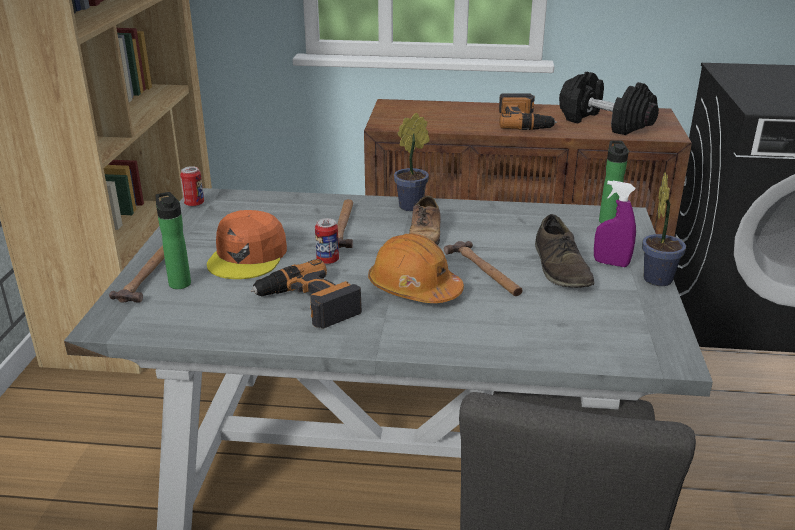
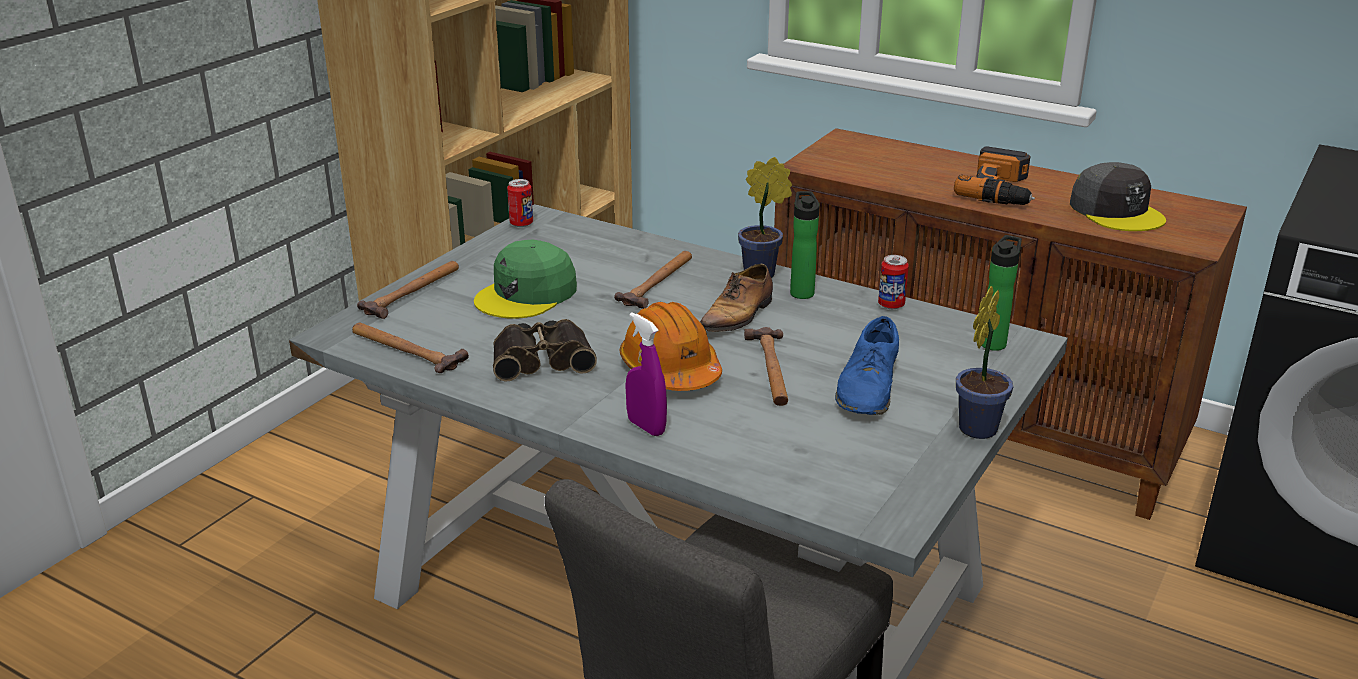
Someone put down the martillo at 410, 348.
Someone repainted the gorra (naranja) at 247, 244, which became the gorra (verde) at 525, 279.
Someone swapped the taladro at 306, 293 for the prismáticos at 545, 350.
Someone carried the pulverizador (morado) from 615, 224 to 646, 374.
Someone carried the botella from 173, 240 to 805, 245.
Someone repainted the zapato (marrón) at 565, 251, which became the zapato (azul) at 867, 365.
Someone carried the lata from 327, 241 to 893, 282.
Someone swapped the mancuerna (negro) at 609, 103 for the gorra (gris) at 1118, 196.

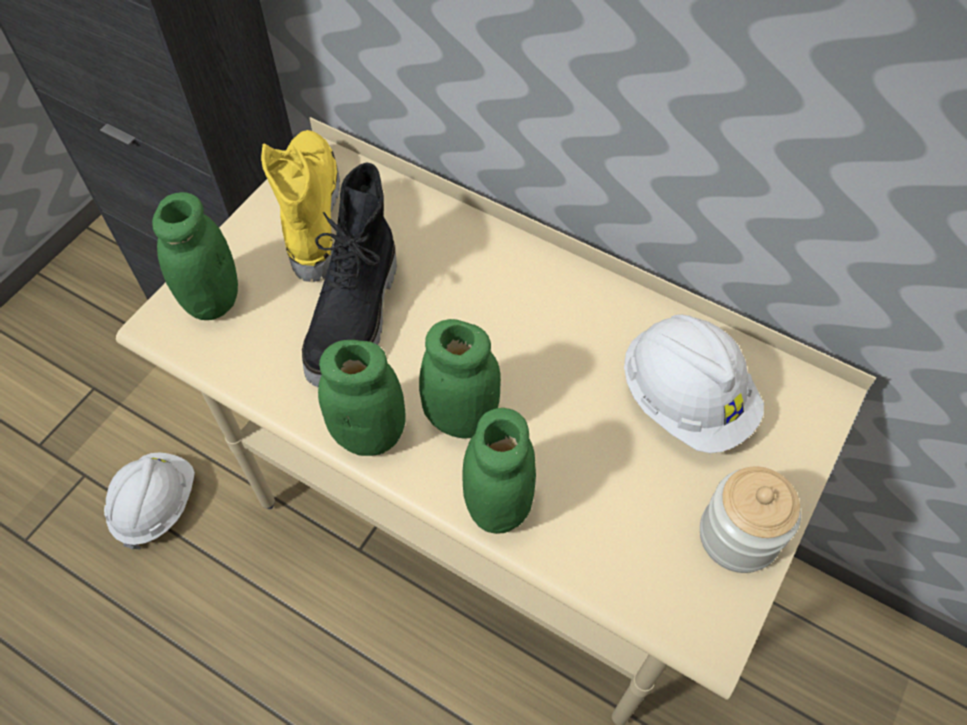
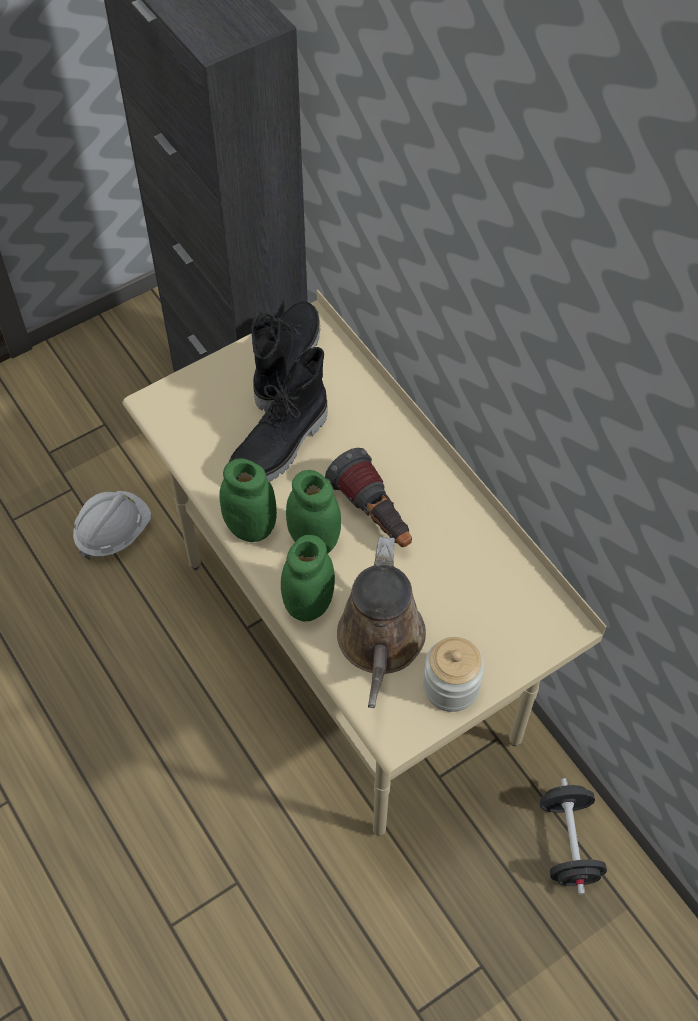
Someone repainted the bota (amarillo) at 300, 206, which became the bota (negro) at 285, 356.
Someone put down the linterna at 368, 497.
Someone put down the regadera (marrón) at 381, 622.
Someone put down the mancuerna (negro) at 573, 836.
Someone took away the tarro (verde) at 195, 256.
Someone took away the casco (blanco) at 694, 384.

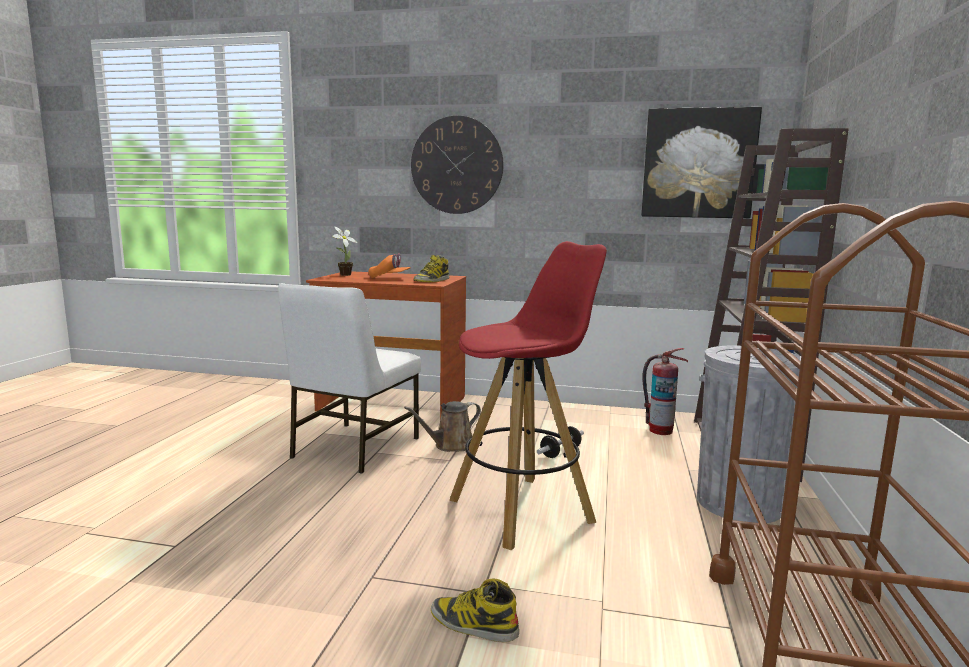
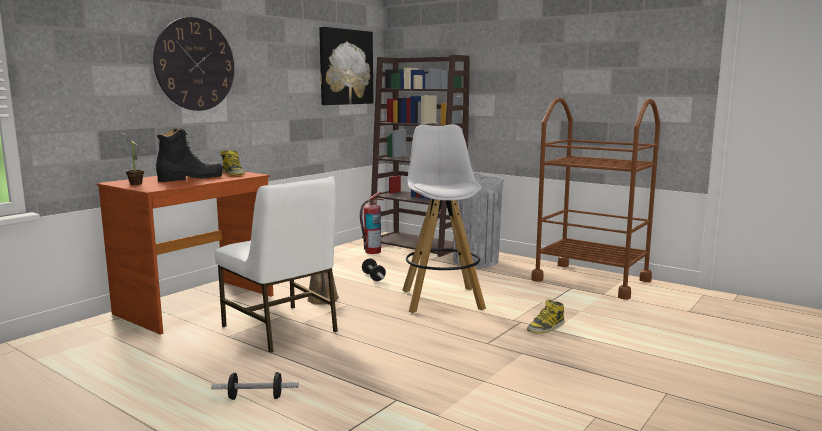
Someone swapped the gorra (naranja) at 389, 265 for the bota (negro) at 189, 155.
Someone put down the mancuerna at 255, 386.
Someone repainted the taburete (rojo) at 528, 395, which became the taburete (blanco) at 444, 218.

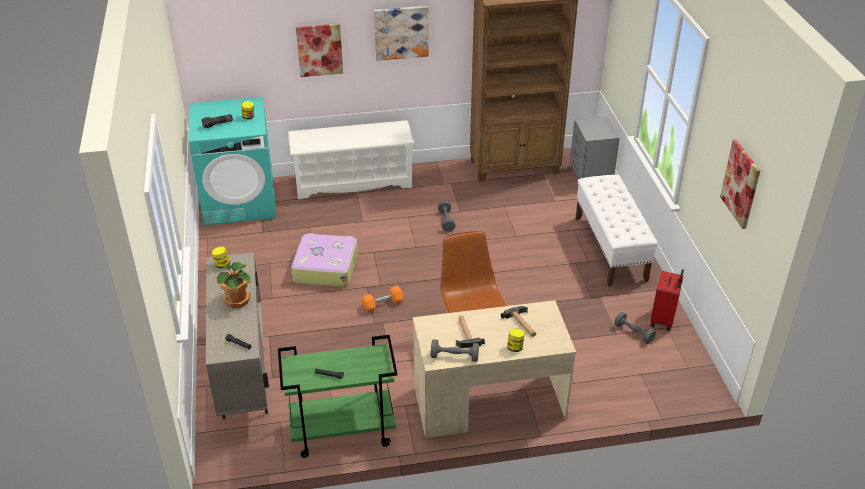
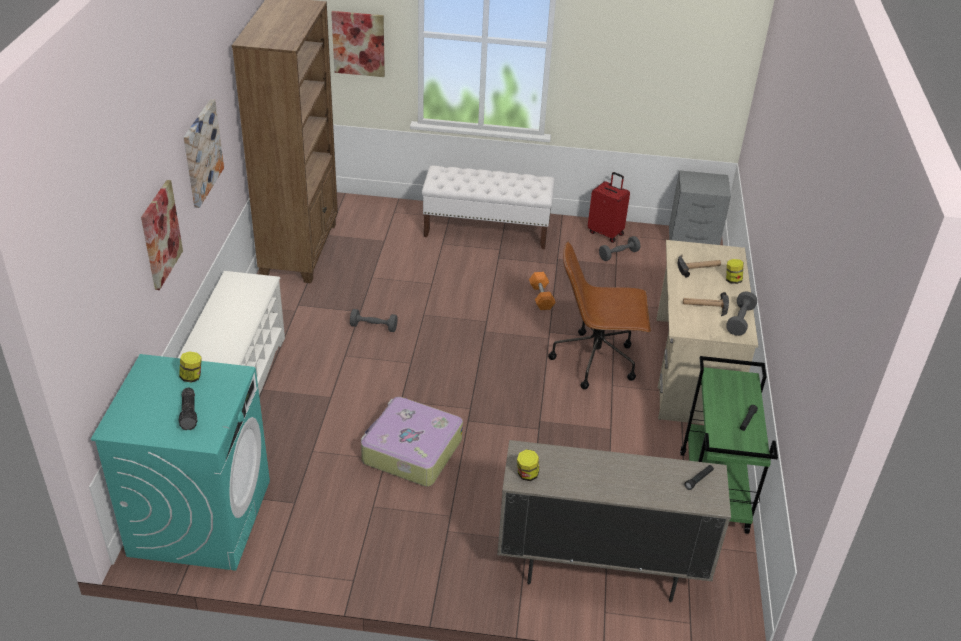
Someone carried the cuadro from 740, 184 to 358, 44.
Someone carried the mancuerna (naranja) from 382, 299 to 542, 291.
Someone carried the mesita de noche (gris) from 595, 148 to 700, 207.
Someone took away the planta en maceta at 234, 285.

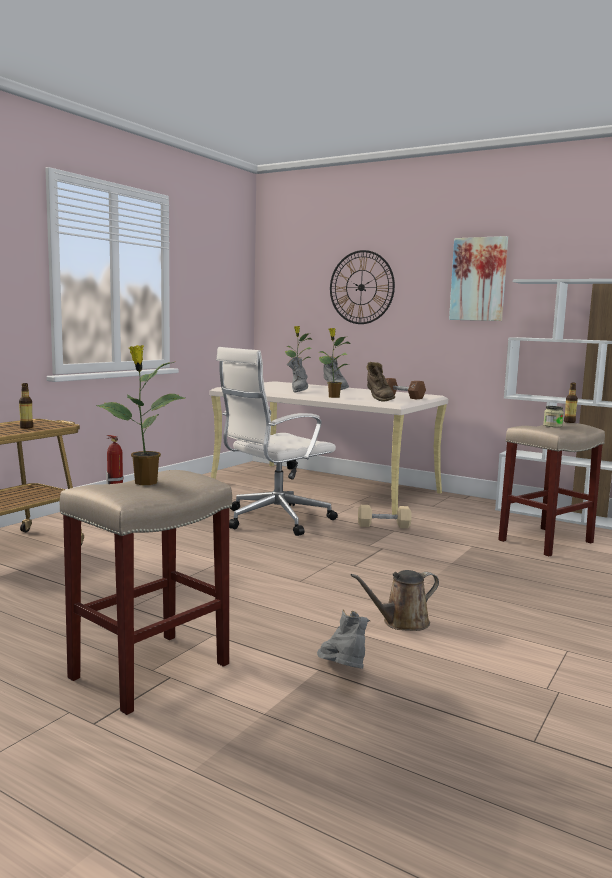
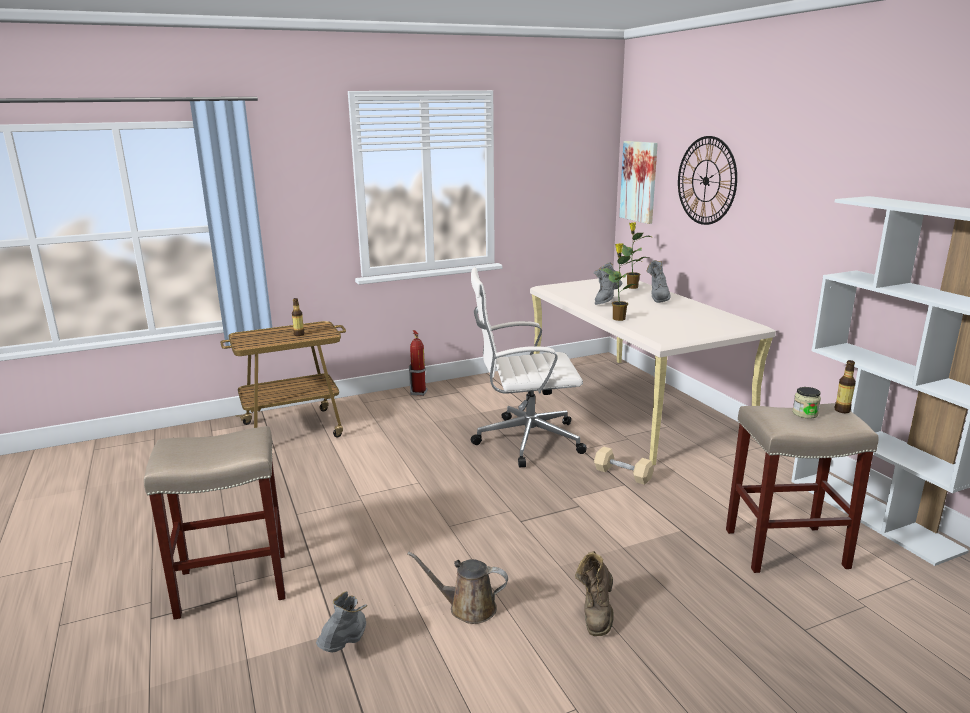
Someone carried the bota (marrón) from 380, 381 to 594, 593.
Someone carried the cuadro from 478, 278 to 638, 182.
Someone took away the planta en maceta at 140, 415.
Someone took away the mancuerna (marrón) at 405, 388.

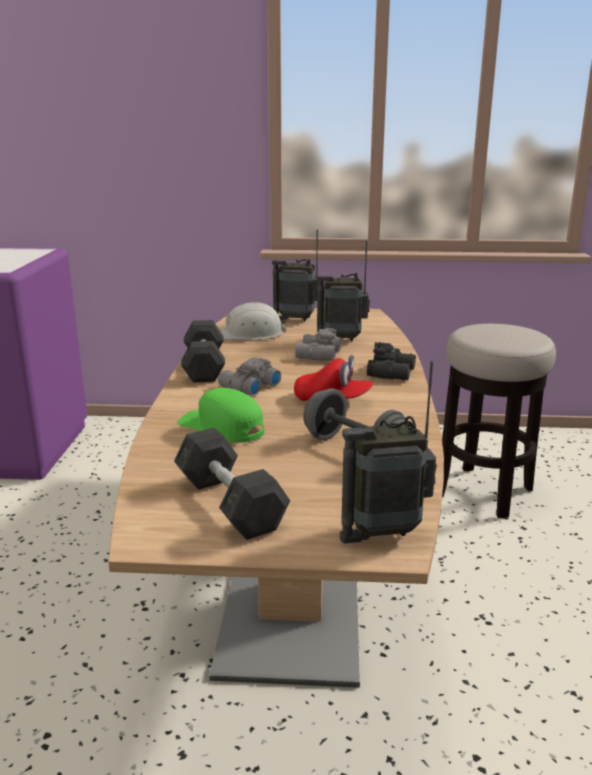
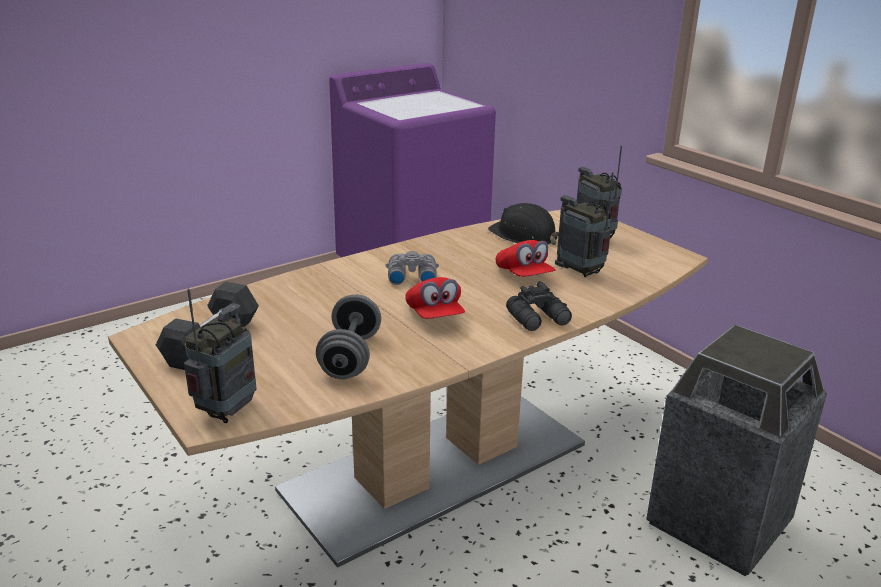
Someone rotated the radio at 388, 452 by 75 degrees clockwise.
Someone repainted the casco (blanco) at 253, 321, which became the casco (negro) at 523, 224.
Someone swapped the prismáticos (gris) at 318, 344 for the gorra (rojo) at 525, 258.
Someone swapped the taburete at 499, 421 for the papelera at 736, 450.
Someone took away the gorra (verde) at 220, 415.
Someone took away the mancuerna (gris) at 203, 351.

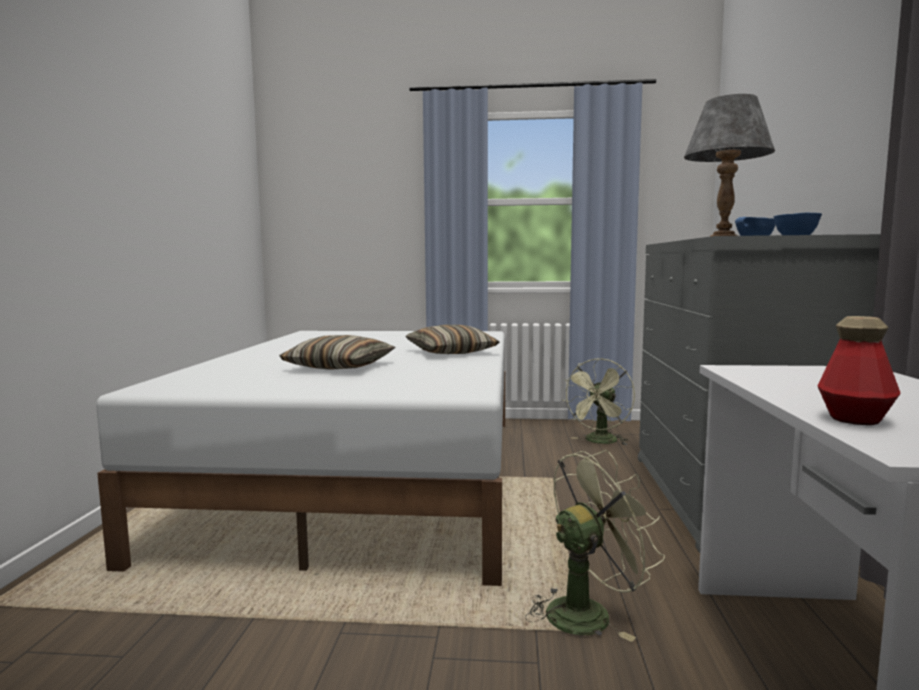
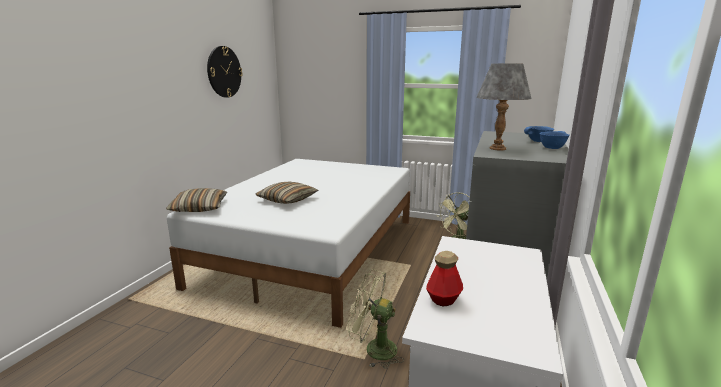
Someone carried the cojín from 452, 339 to 196, 200.
Someone put up the reloj de pared at 225, 72.
Someone rotated the ventilador (verde) at 595, 546 by 150 degrees counterclockwise.

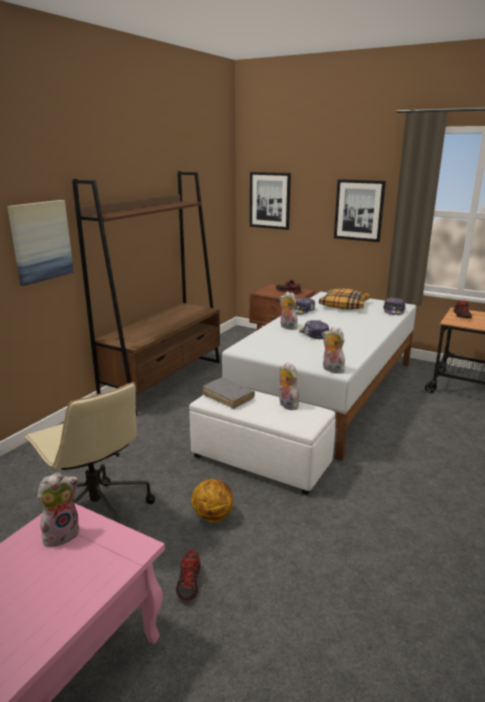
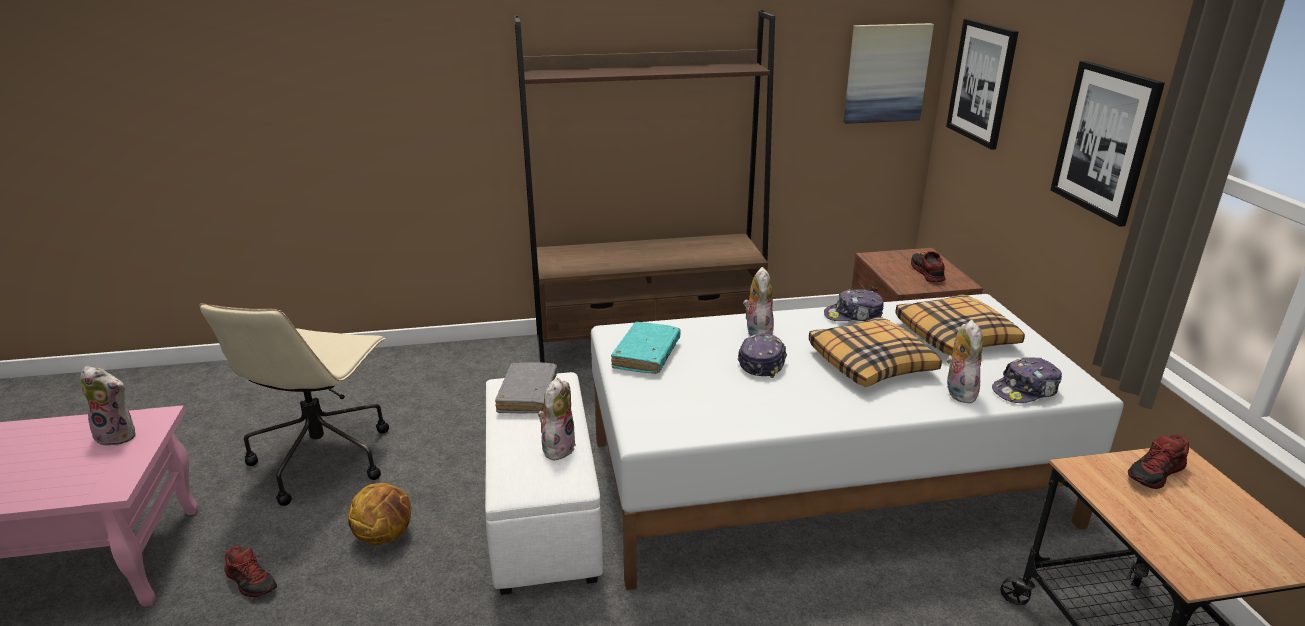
Someone rotated the zapato at 188, 575 by 105 degrees counterclockwise.
Someone put down the libro (turquesa) at 646, 348.
Someone put down the cojín at 875, 352.
Someone carried the cuadro from 40, 243 to 889, 73.
Someone carried the peluche from 333, 350 to 964, 362.

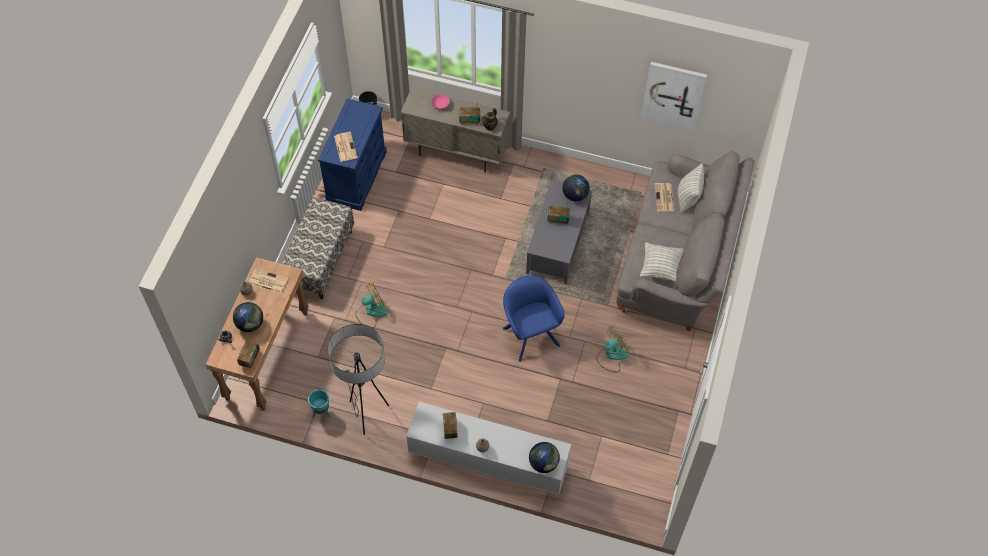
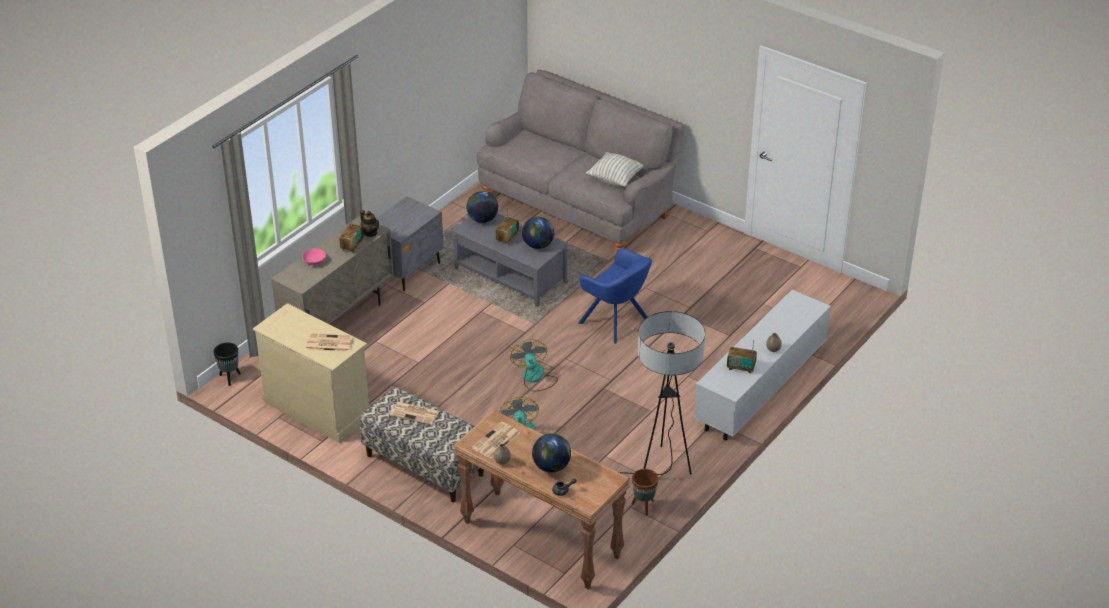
Someone repainted the cómoda (azul) at 352, 154, which became the cómoda (beis) at 311, 373.
Someone put down the mesita de noche (gris) at 410, 243.
Someone carried the periódico from 664, 197 to 415, 413.
Someone carried the ventilador from 612, 349 to 534, 365.
Someone carried the globo terráqueo from 544, 457 to 538, 233.
Someone rotated the sillón (azul) at 534, 318 by 135 degrees counterclockwise.
Someone repainted the maceta (turquesa) at 319, 404, which became the maceta (marrón) at 645, 492.
Someone took away the radio at 248, 352.
Someone took away the cuadro at 674, 96.
Someone took away the cojín at 691, 188.

